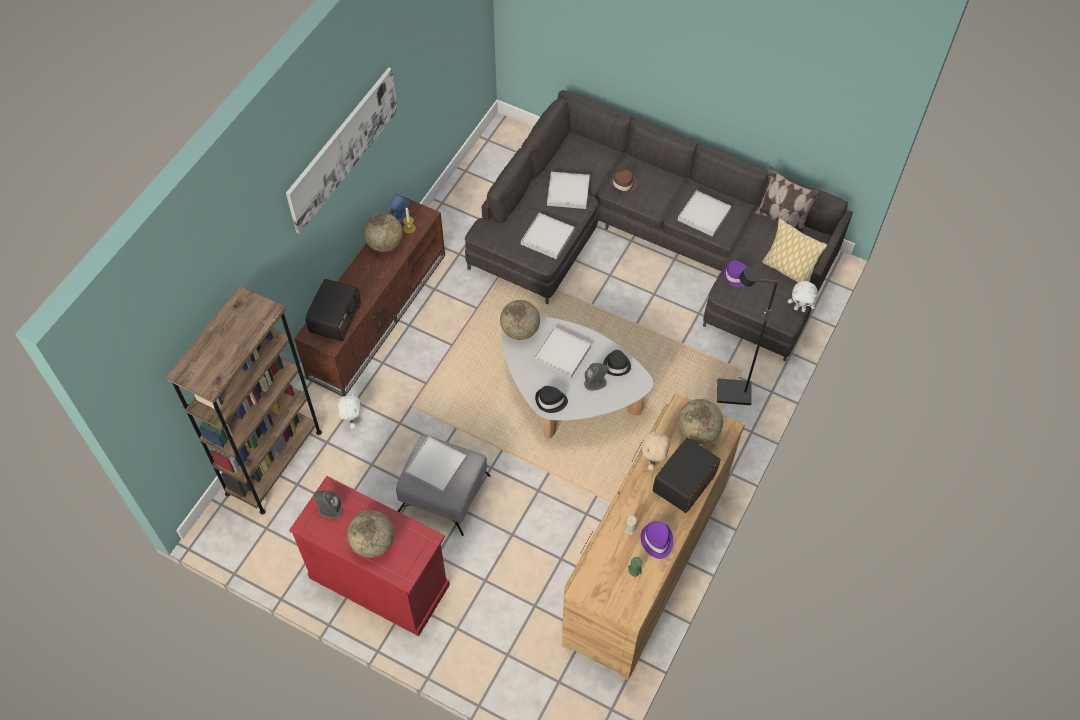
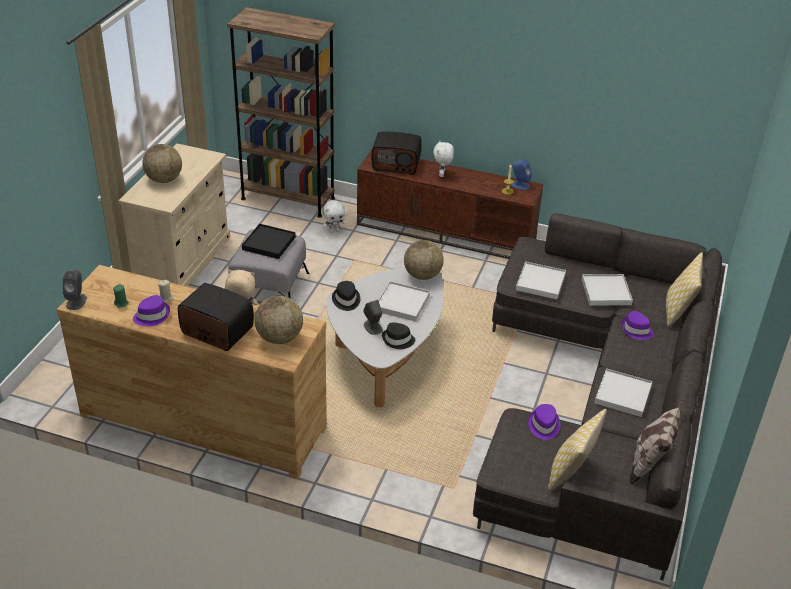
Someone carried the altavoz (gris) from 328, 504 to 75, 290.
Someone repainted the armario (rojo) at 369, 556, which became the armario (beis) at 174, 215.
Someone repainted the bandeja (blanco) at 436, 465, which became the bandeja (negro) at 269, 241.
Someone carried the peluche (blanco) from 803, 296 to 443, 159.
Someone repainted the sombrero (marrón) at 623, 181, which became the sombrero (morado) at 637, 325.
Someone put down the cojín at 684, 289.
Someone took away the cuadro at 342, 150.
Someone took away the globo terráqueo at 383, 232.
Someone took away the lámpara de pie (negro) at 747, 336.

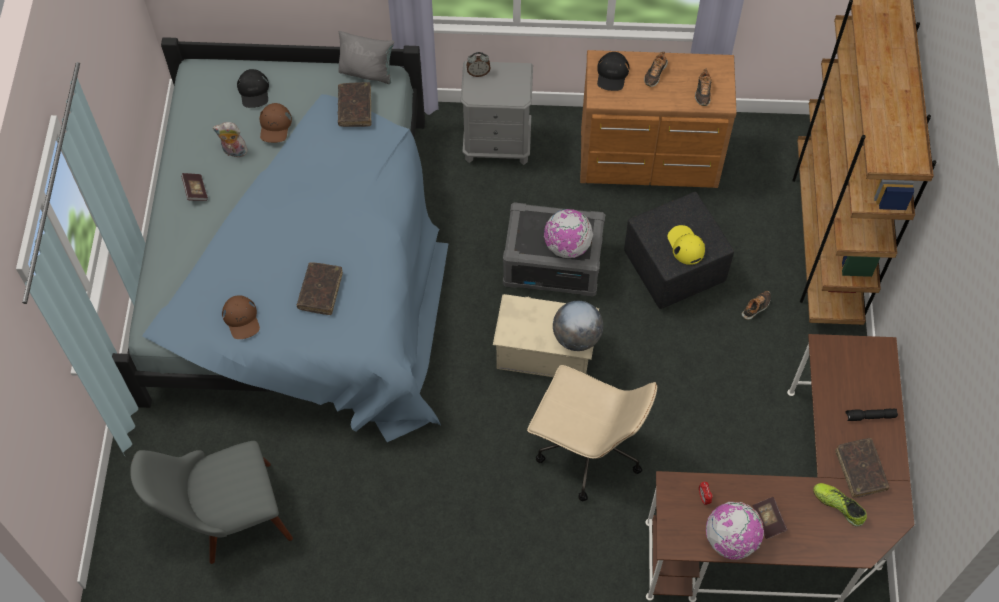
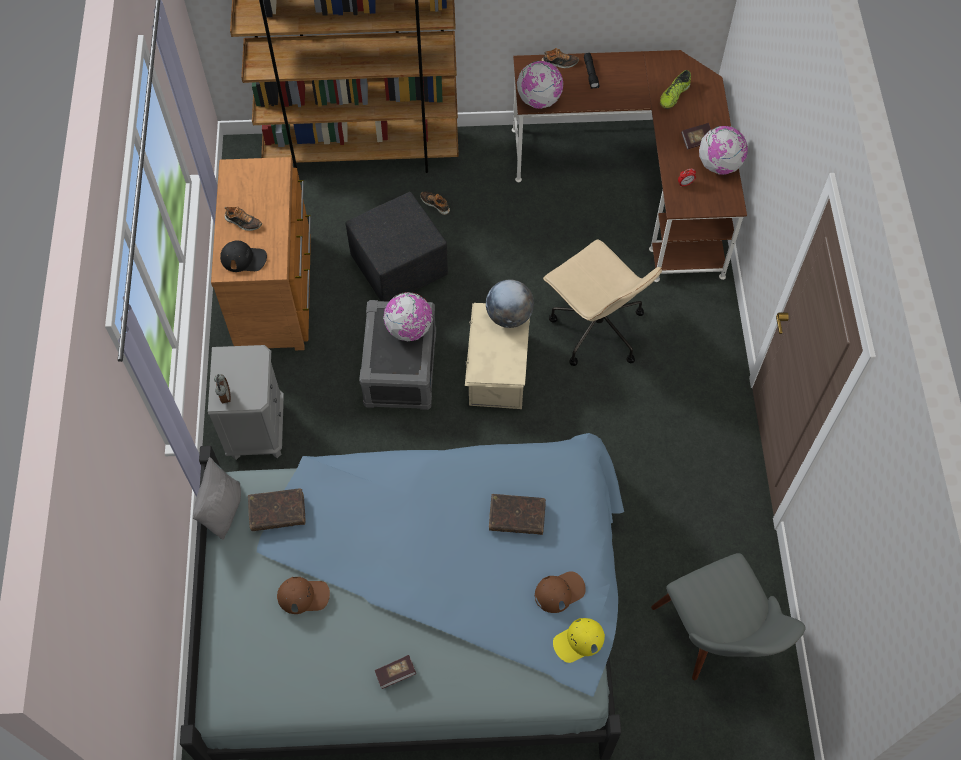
Someone put down the globo terráqueo at 540, 85.
Someone carried the zapato from 703, 87 to 560, 58.
Someone rotated the silla de oficina (beis) at 592, 433 by 120 degrees clockwise.
Someone carried the gorra (amarillo) from 686, 245 to 579, 640.
Someone took away the peluche at 231, 139.
Someone took away the gorra (negro) at 253, 88.
Someone took away the libro (marrón) at 862, 468.

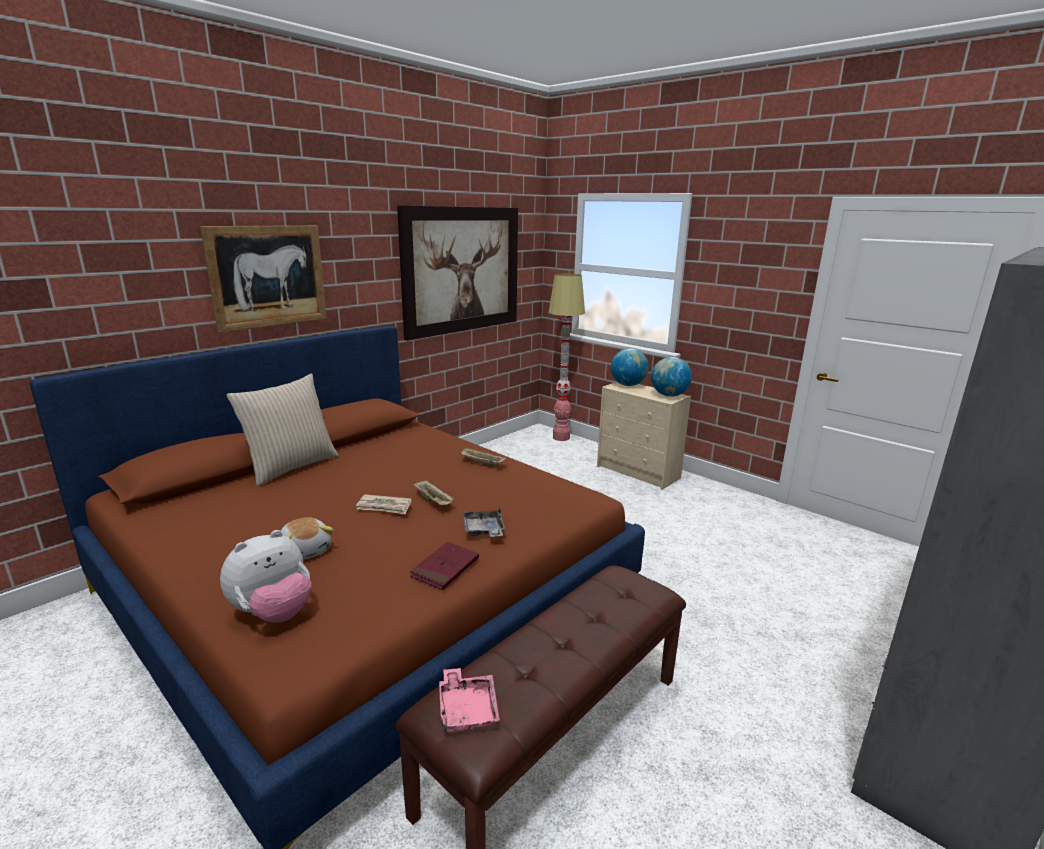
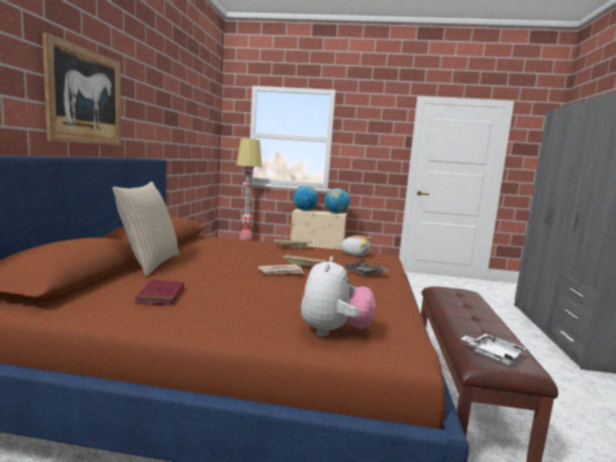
Someone carried the libro (rojo) from 444, 566 to 159, 293.
Someone carried the peluche from 307, 539 to 355, 245.
Someone repainted the bandeja (rosa) at 469, 700, which became the bandeja (blanco) at 493, 349.
Someone took away the cuadro at 457, 273.

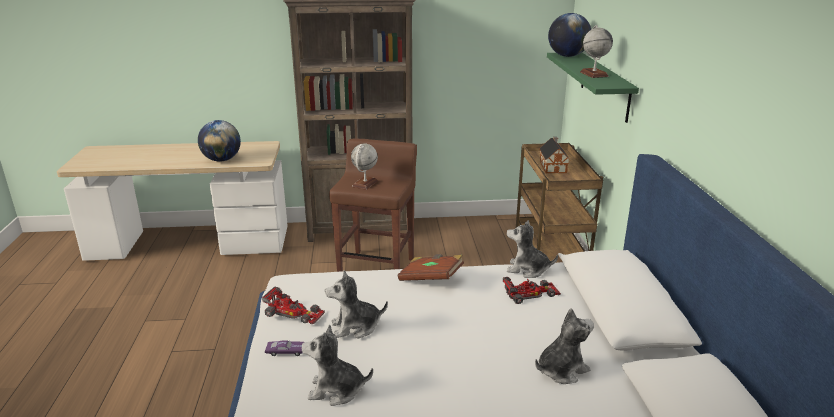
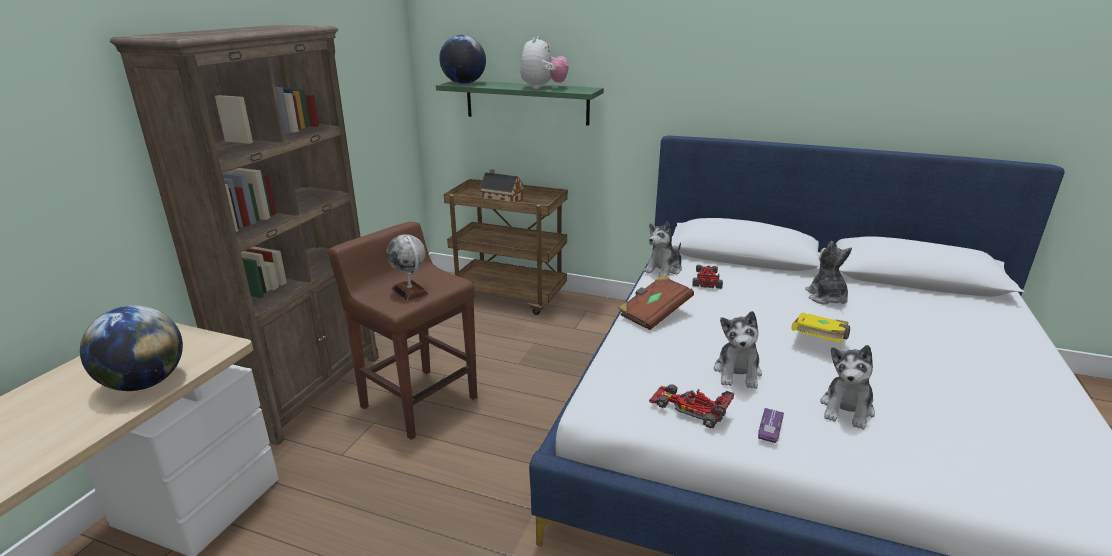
Someone swapped the globo terráqueo at 596, 51 for the peluche at 544, 62.
Someone rotated the coche de juguete at 293, 305 by 105 degrees counterclockwise.
Someone put down the libro (amarillo) at 820, 328.

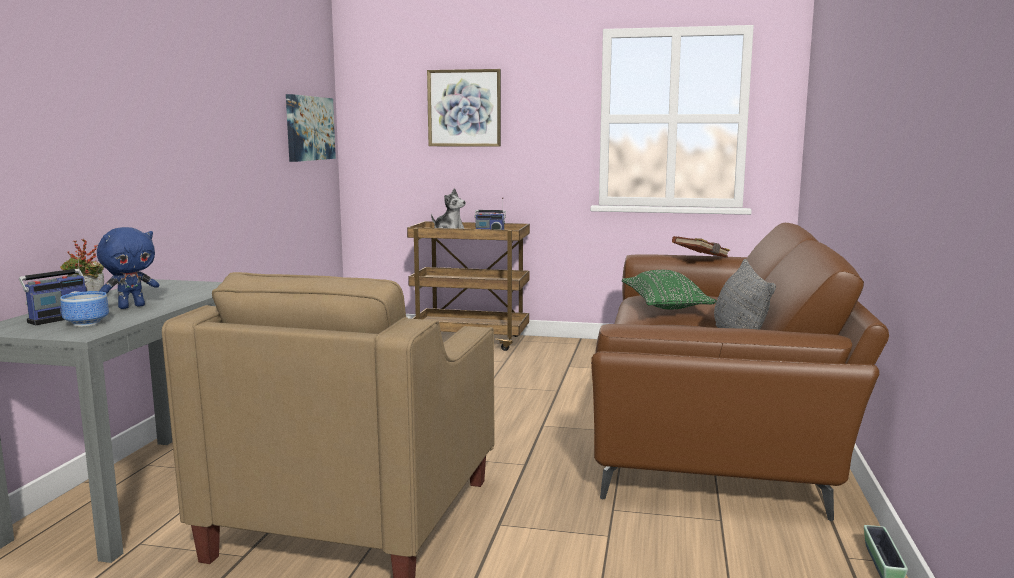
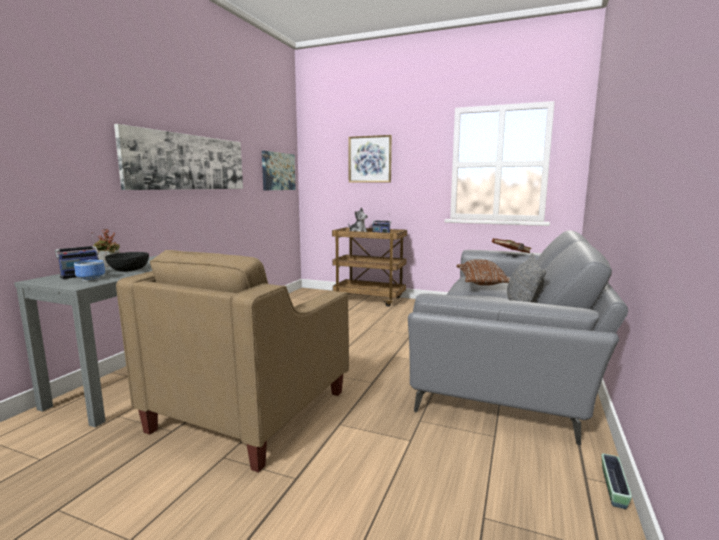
Someone swapped the peluche (azul) at 128, 268 for the cuenco (negro) at 127, 262.
Someone put up the cuadro at 178, 157.
Someone repainted the sofá (marrón) at 740, 372, which became the sofá (gris) at 518, 337.
Someone repainted the cojín (verde) at 669, 289, which became the cojín (marrón) at 483, 272.

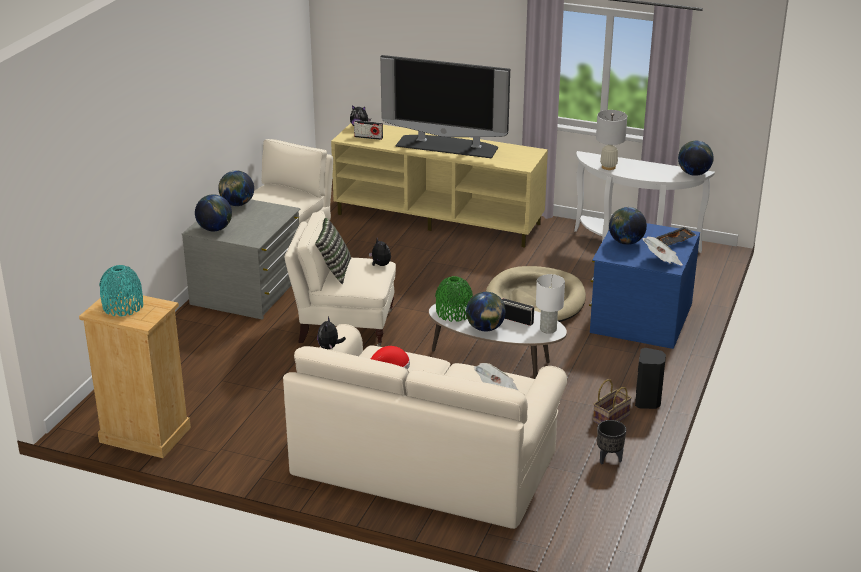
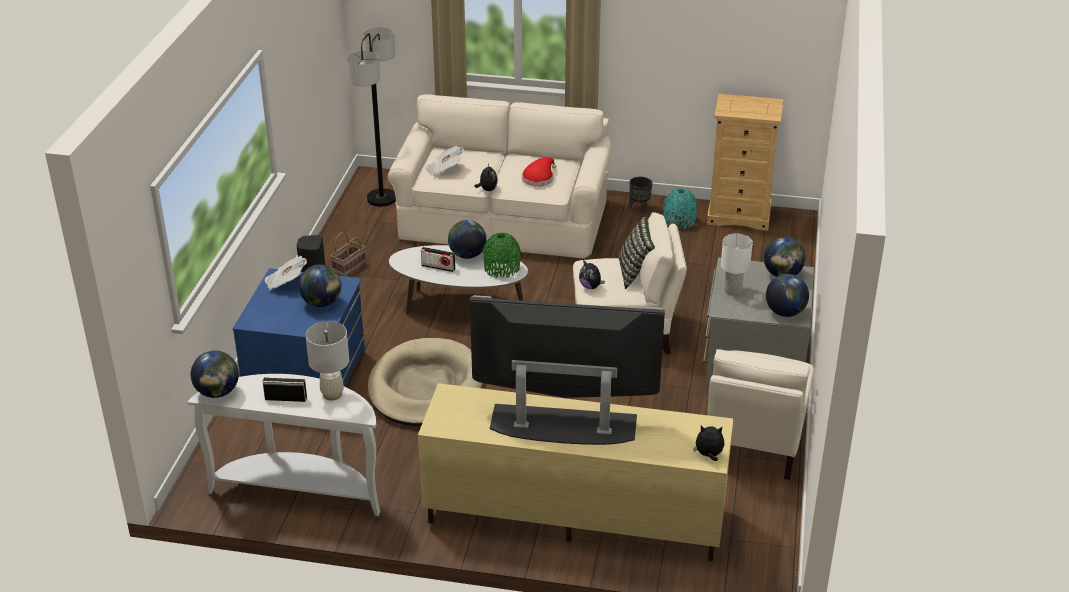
Someone carried the radio from 368, 130 to 285, 389.
Someone put down the lámpara de pie at 371, 117.
Someone carried the peluche from 331, 332 to 486, 177.
Someone carried the maceta (negro) from 611, 442 to 640, 195.
Someone carried the florero (turquesa) from 121, 290 to 681, 208.
Someone carried the lámpara de mesa (blanco) from 550, 304 to 737, 264.
Someone took away the bandeja (negro) at 676, 236.

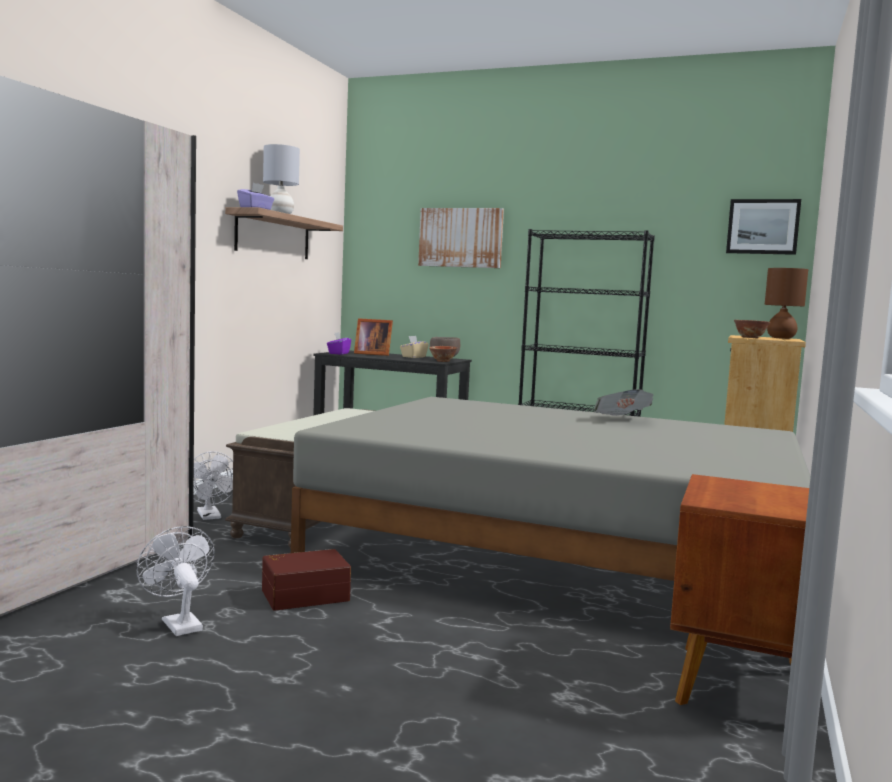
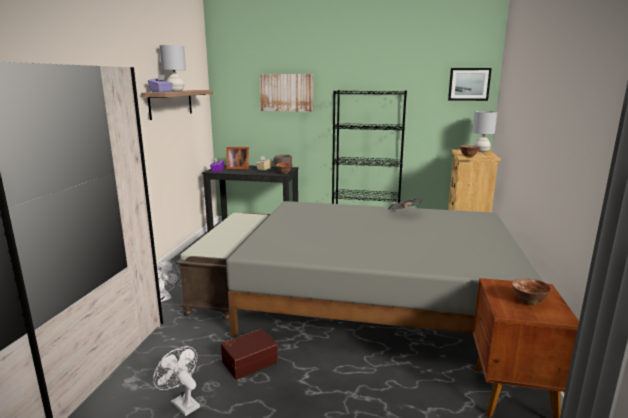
Someone repainted the lámpara de mesa (marrón) at 786, 303, which became the lámpara de mesa (gris) at 484, 131.
Someone put down the cuenco at 531, 292.

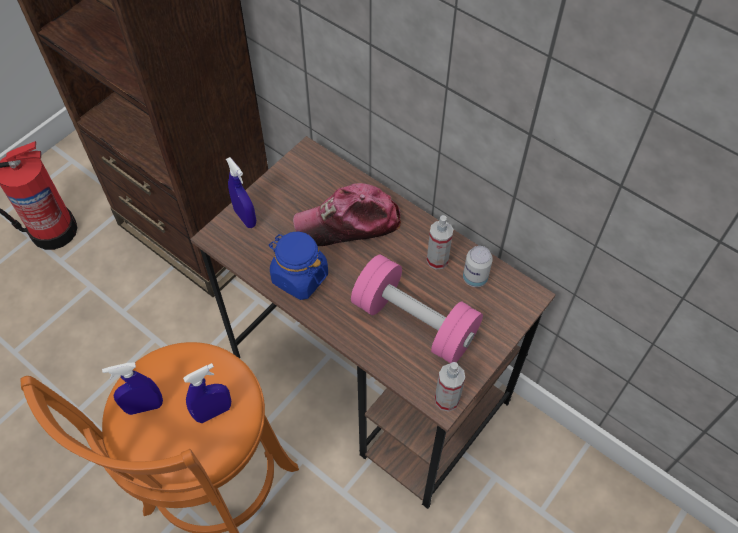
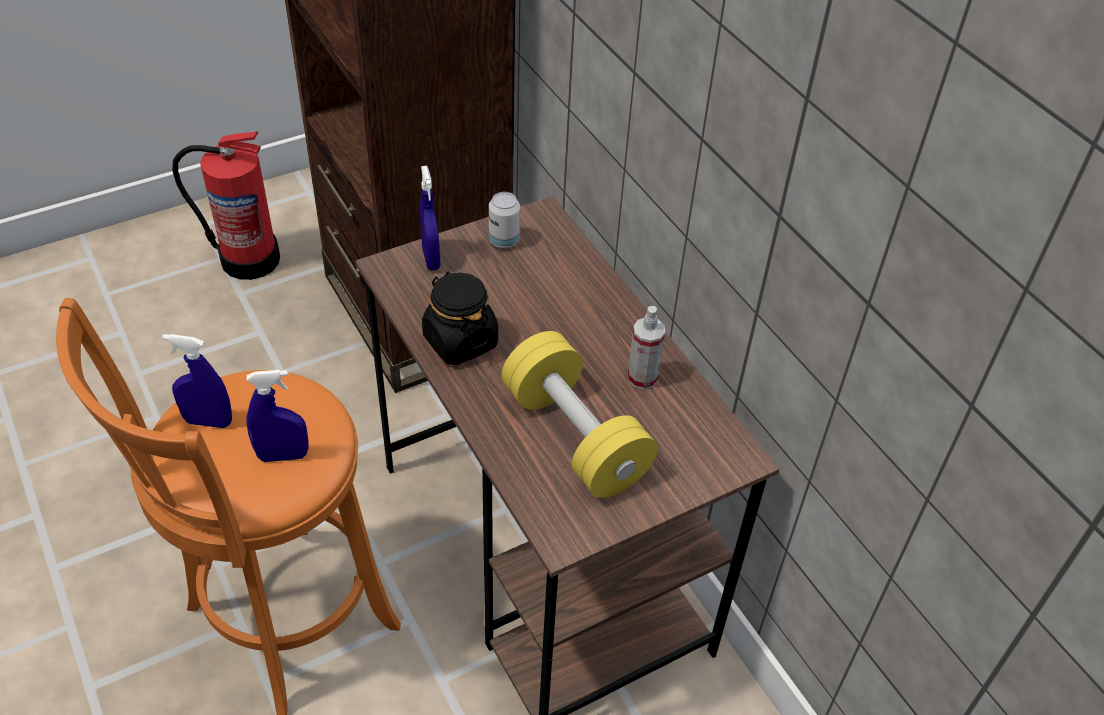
Someone repainted the tarro (azul) at 298, 266, which became the tarro (negro) at 460, 318.
Someone carried the lata from 478, 266 to 504, 220.
Someone repainted the mancuerna (rosa) at 417, 309, which became the mancuerna (amarillo) at 580, 414.
Someone took away the gorra at 347, 214.
Someone took away the pulverizador at 450, 387.

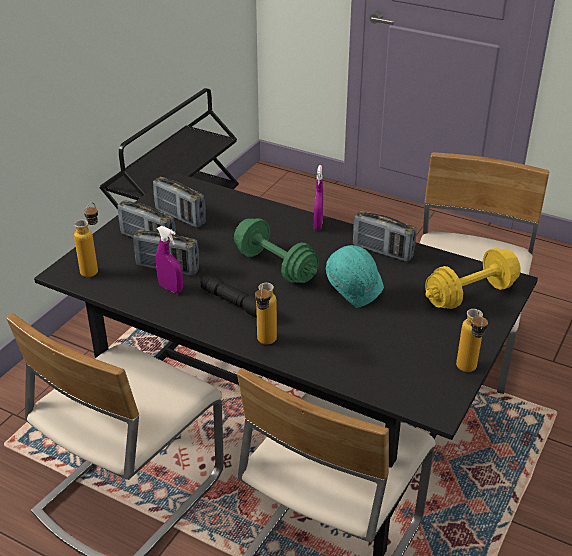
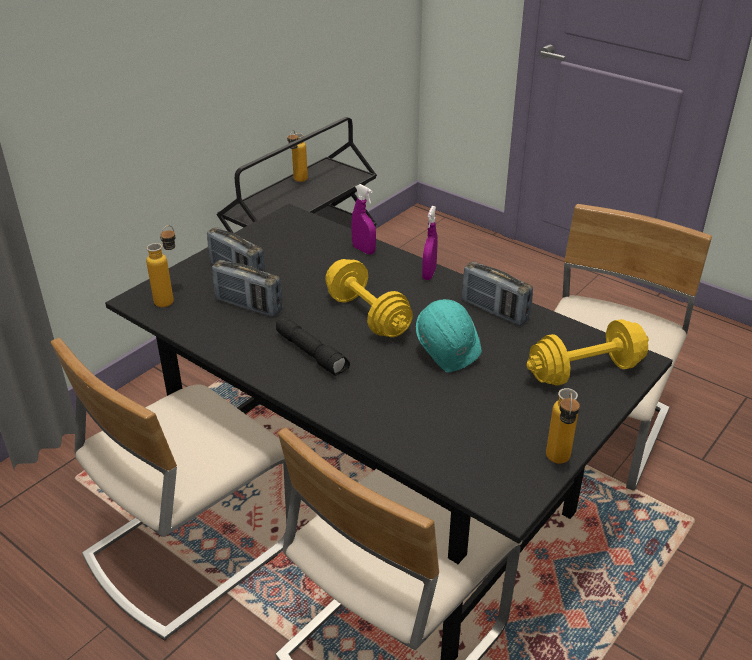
Someone carried the botella from 266, 313 to 297, 156.
Someone repainted the mancuerna (verde) at 276, 250, which became the mancuerna (amarillo) at 369, 298.
Someone carried the pulverizador (morado) from 169, 259 to 363, 219.
Someone took away the radio at 179, 202.

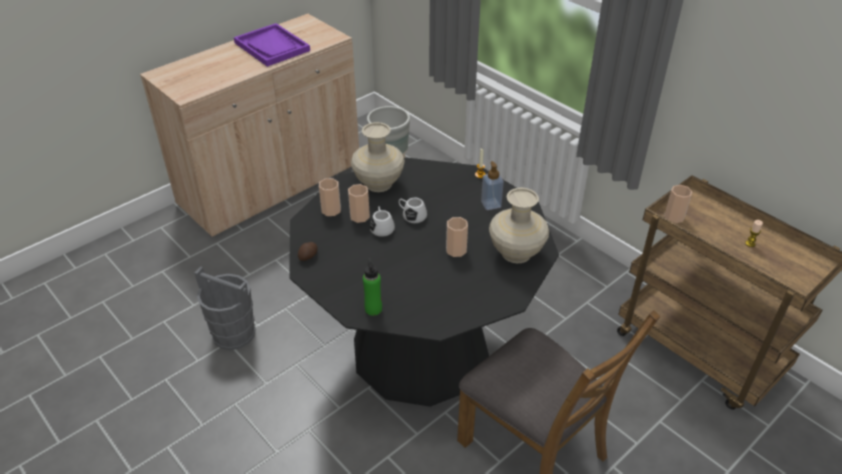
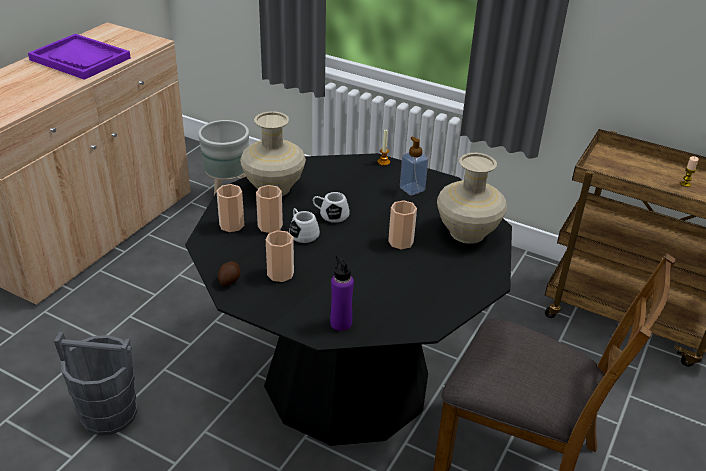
Someone carried the taza from 678, 204 to 280, 256.
Someone repainted the botella (verde) at 372, 287, which became the botella (morado) at 342, 293.

